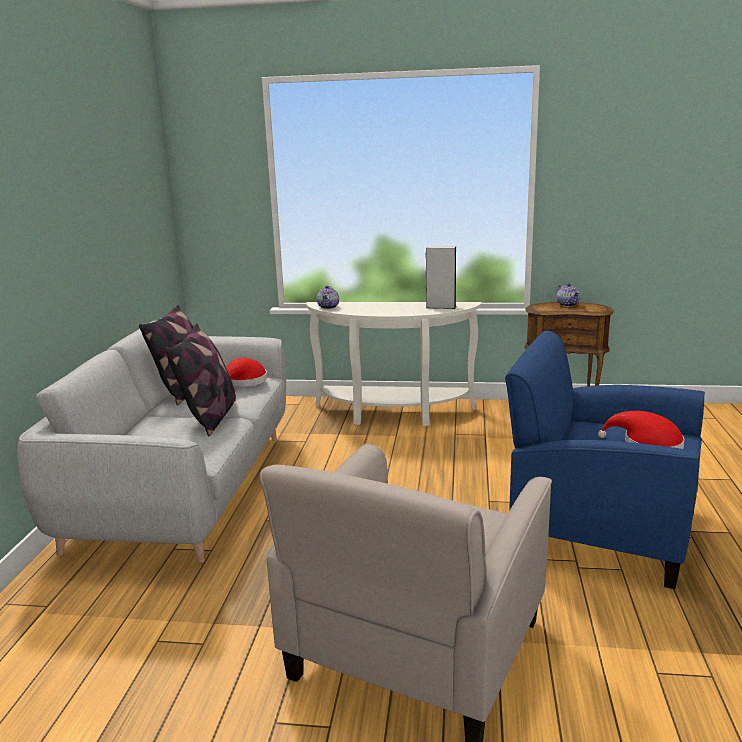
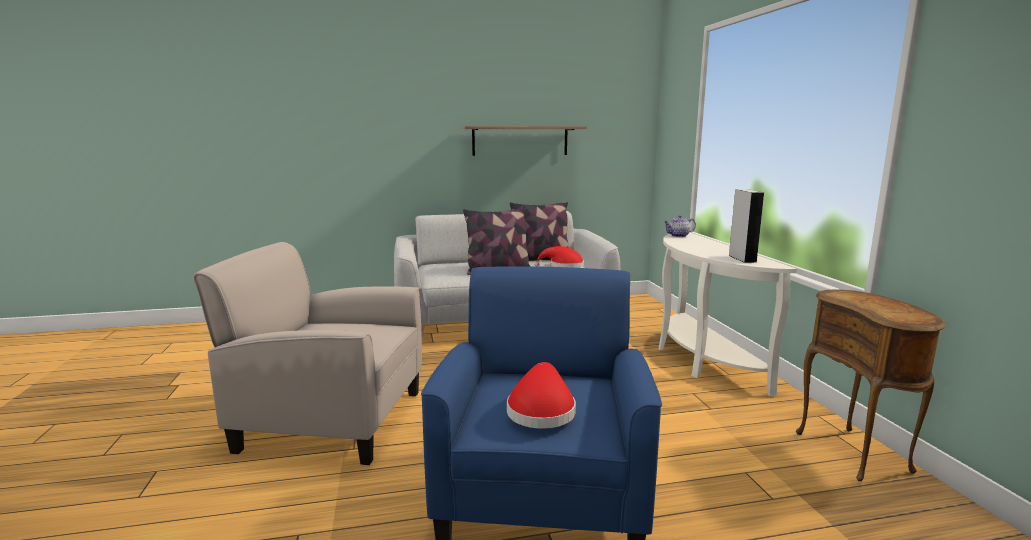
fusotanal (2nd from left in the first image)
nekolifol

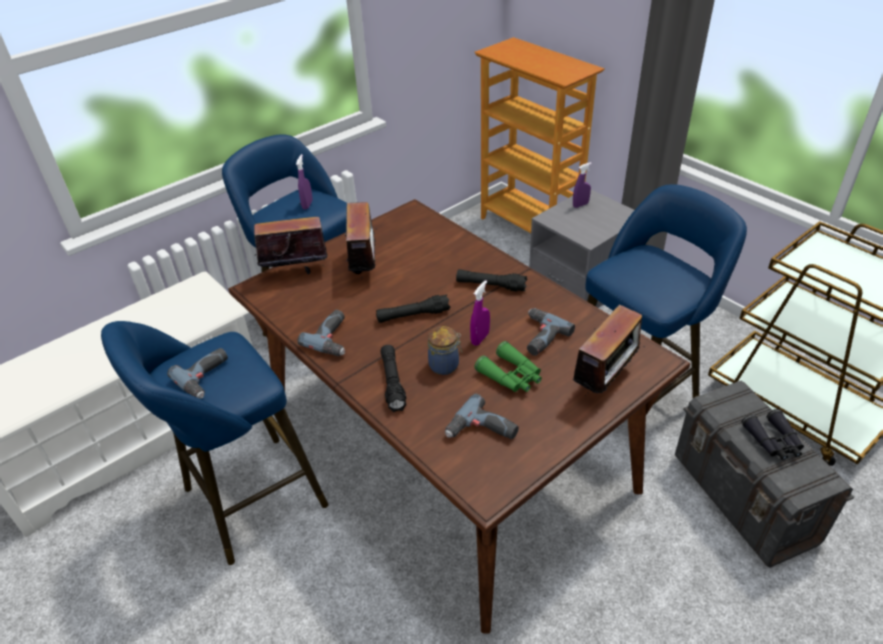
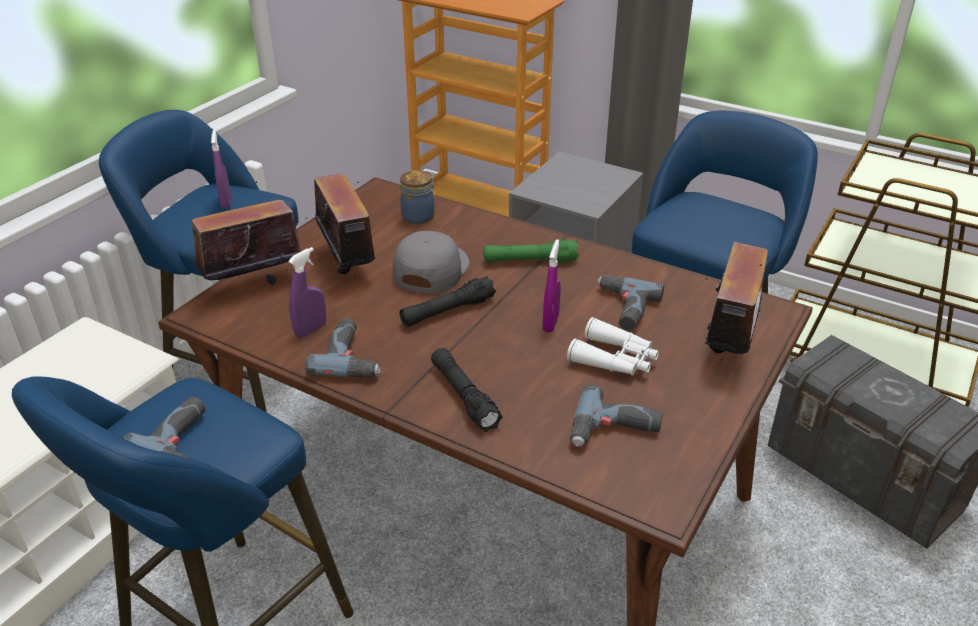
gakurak
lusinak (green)
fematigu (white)
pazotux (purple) (2nd from left)
fematigu (black)
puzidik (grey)

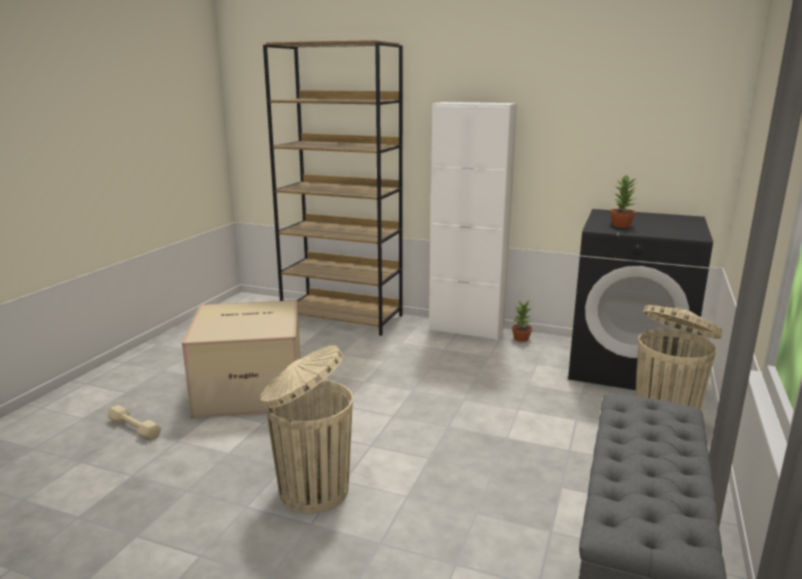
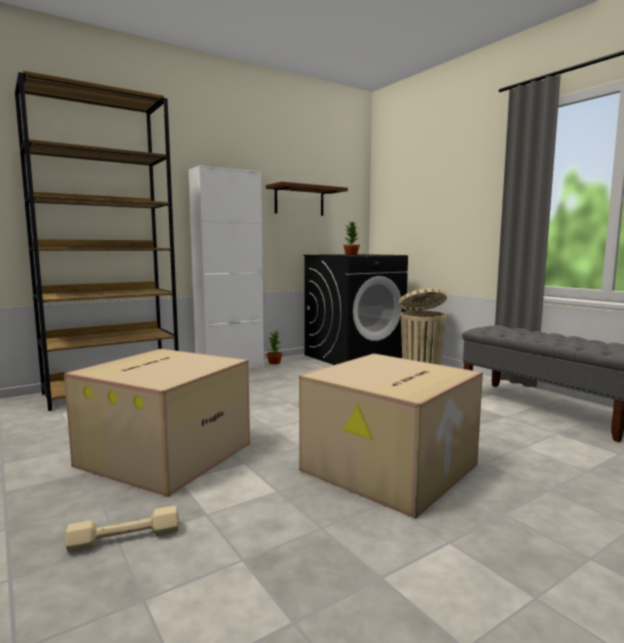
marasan (2nd from left)
nekolifol (brown)

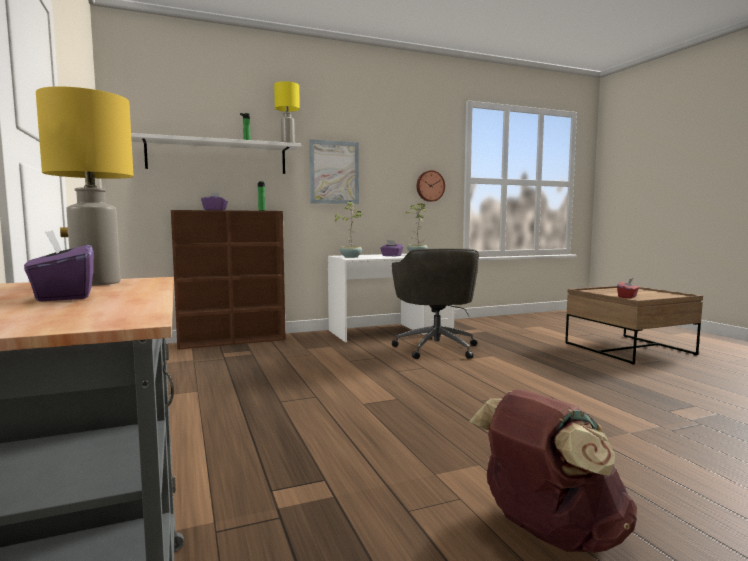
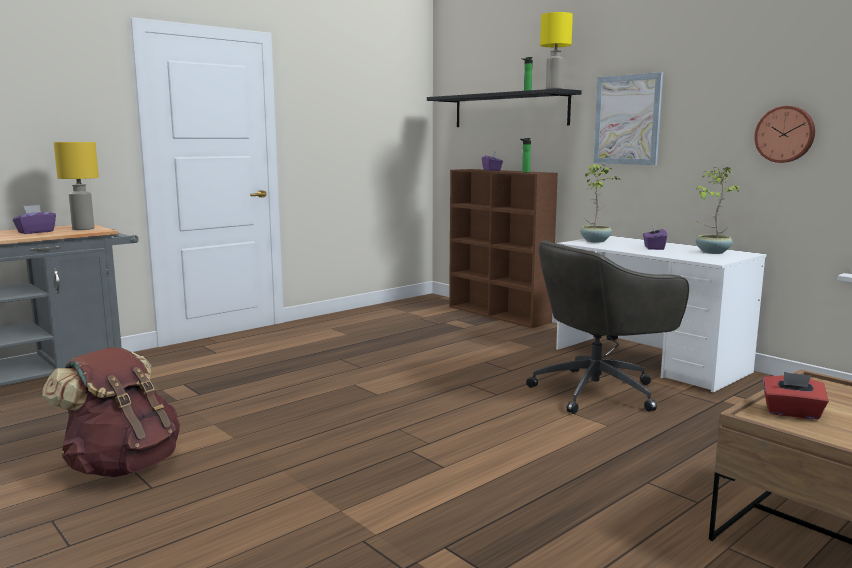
nekolifol (black)

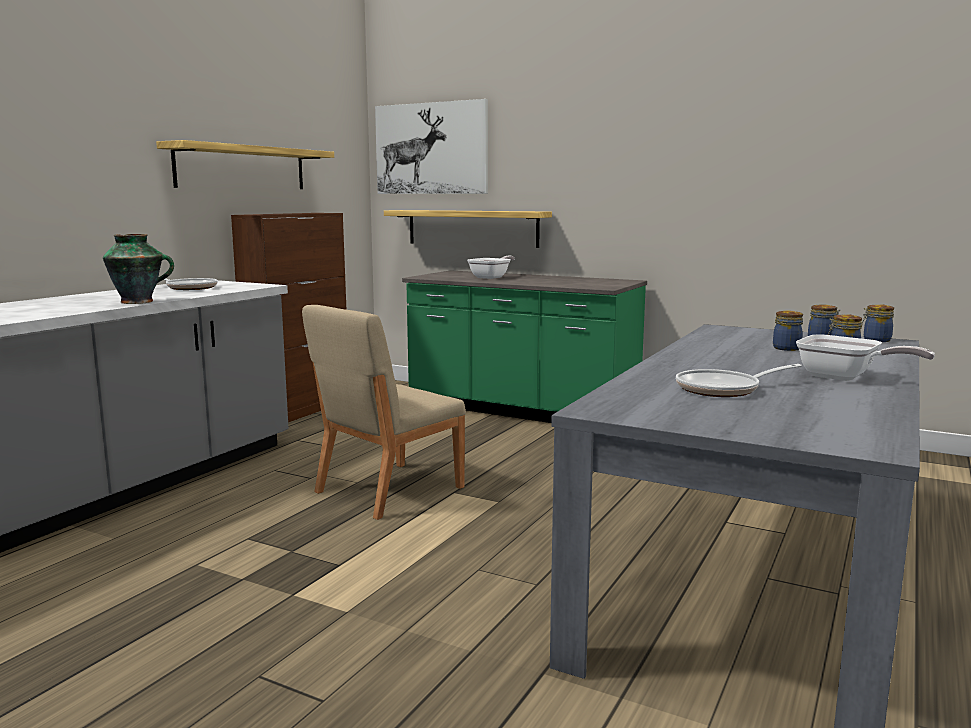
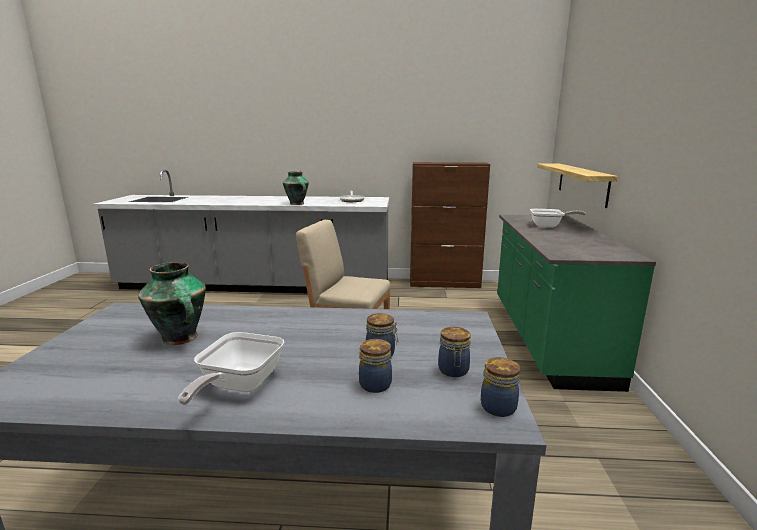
nekolifol (1st from left in the first image)
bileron
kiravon (1st from left)

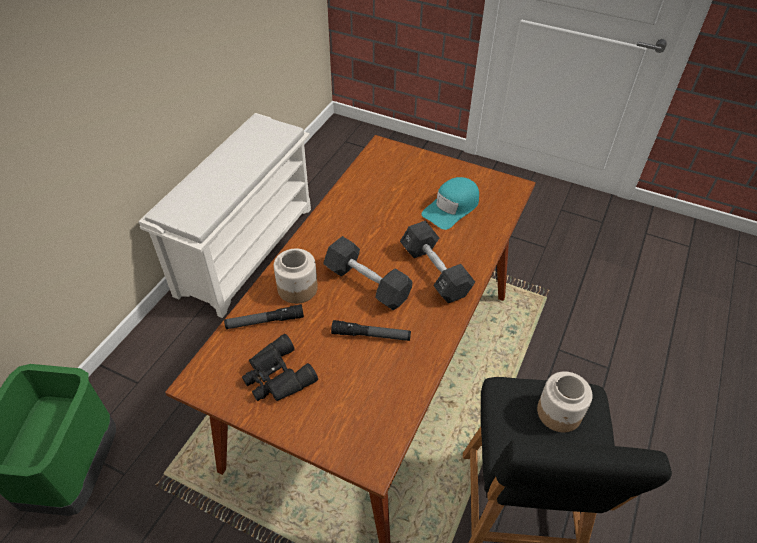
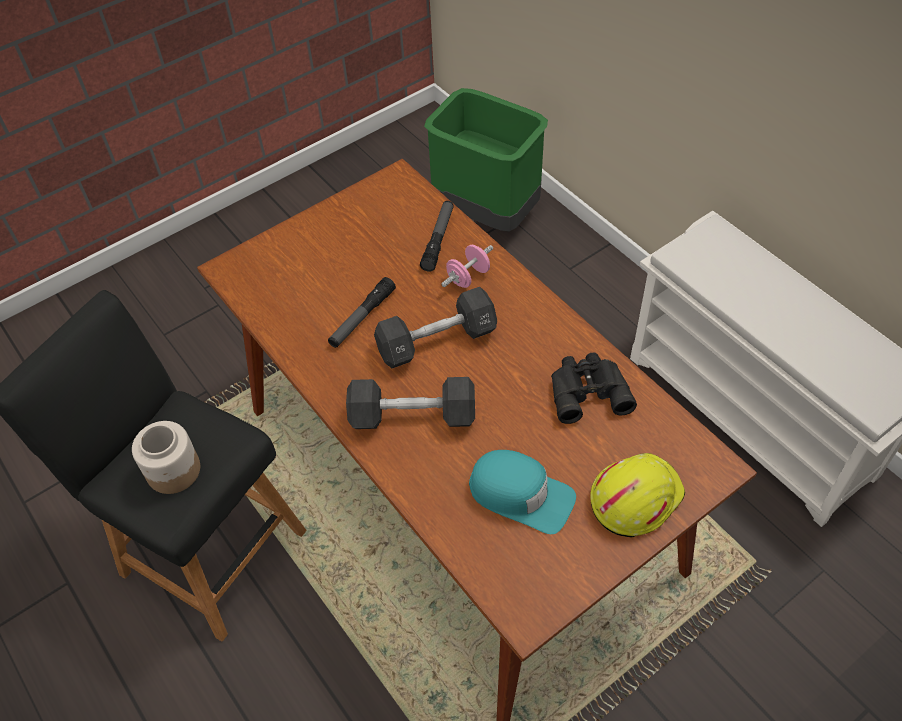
fematigu (black)
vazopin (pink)
puzidik (turquoise)
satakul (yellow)

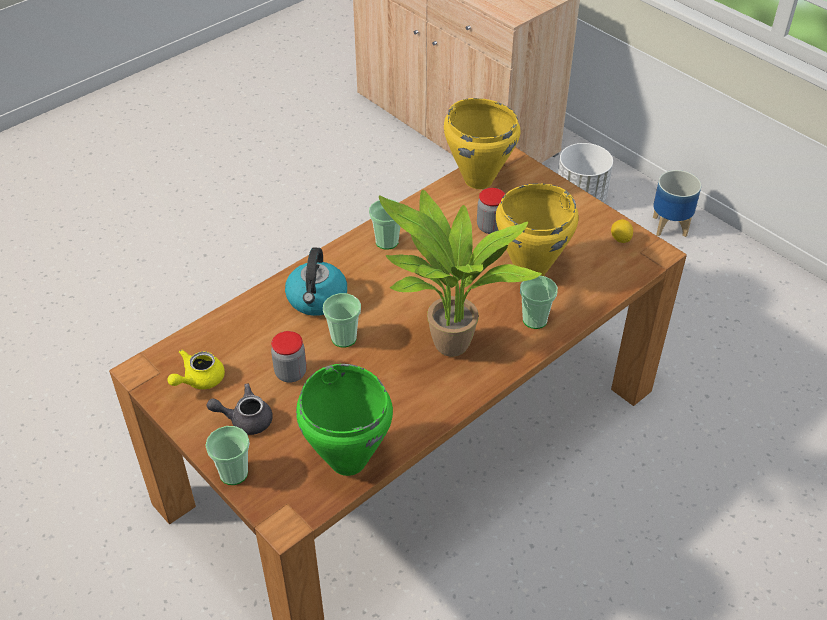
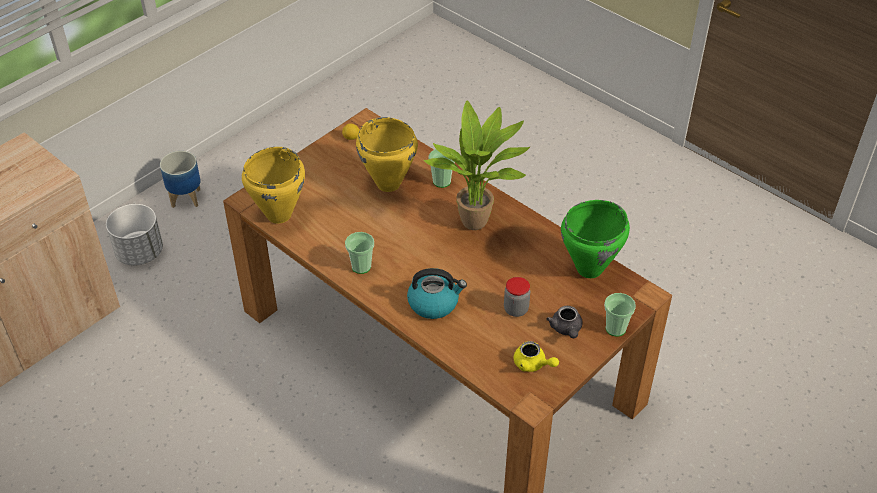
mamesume (2nd from left in the first image)
gakurak (2nd from left in the first image)

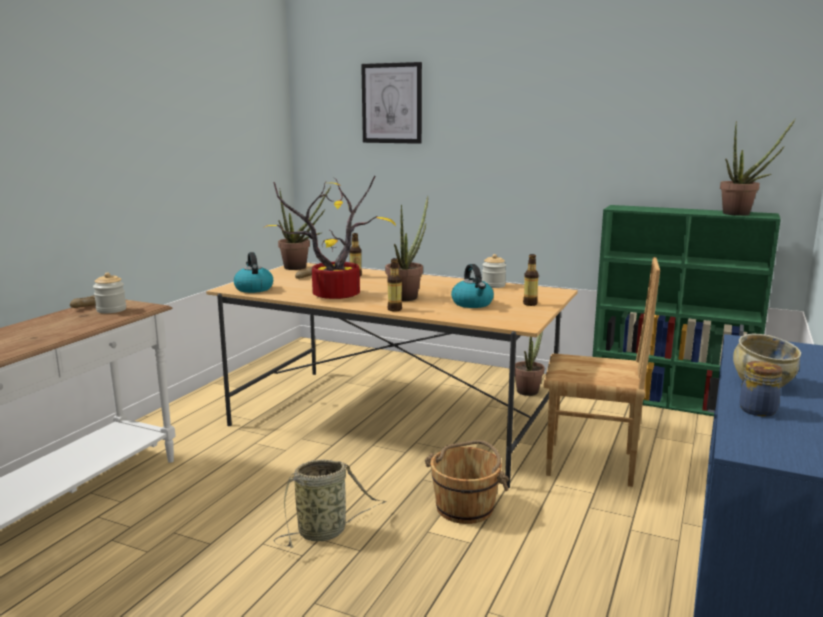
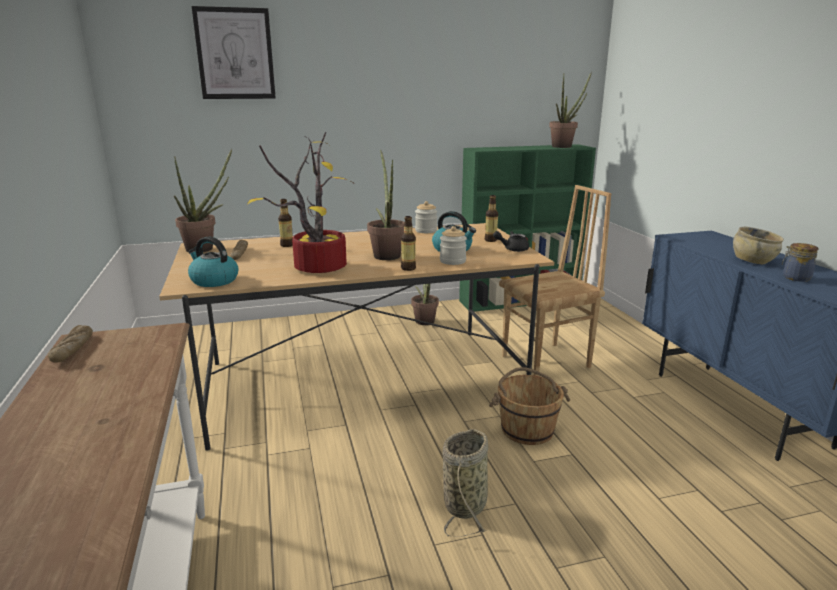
gakurak (2nd from left)
fusotanal (black)

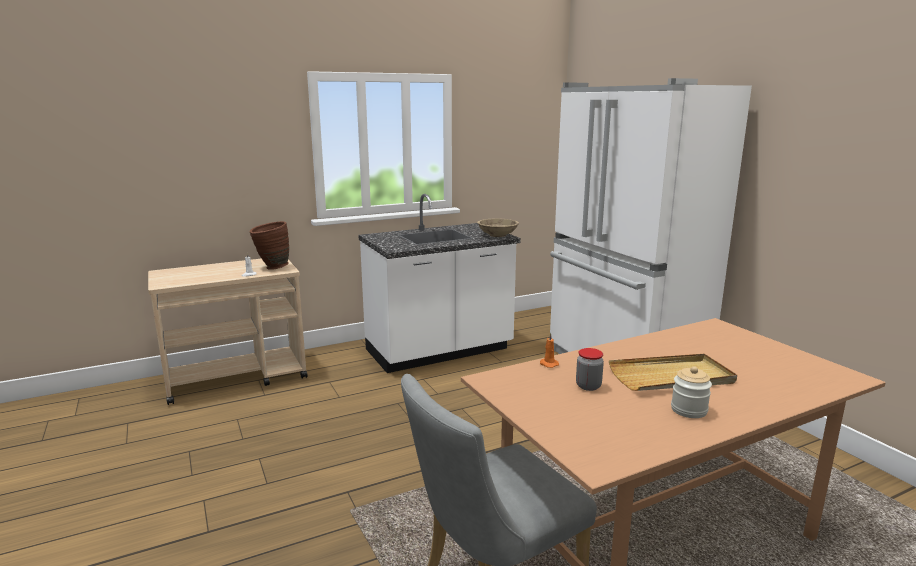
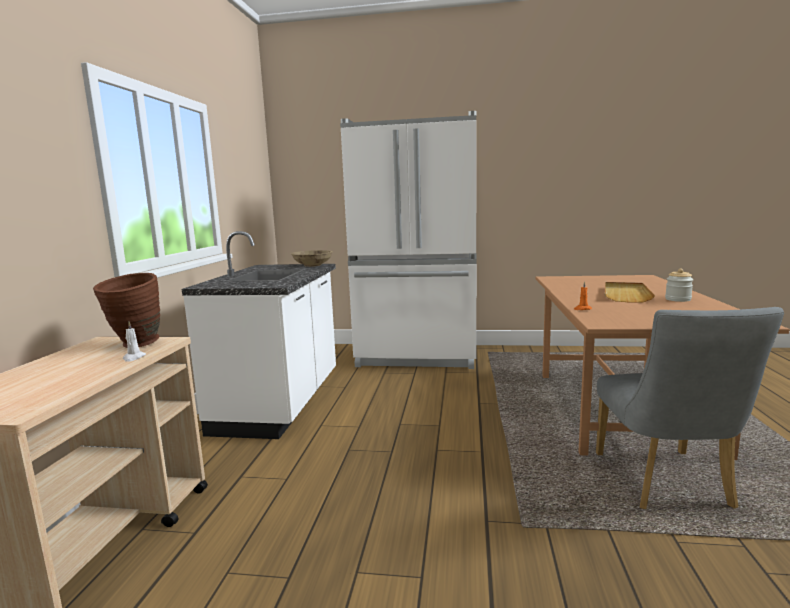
gakurak (1st from left in the first image)

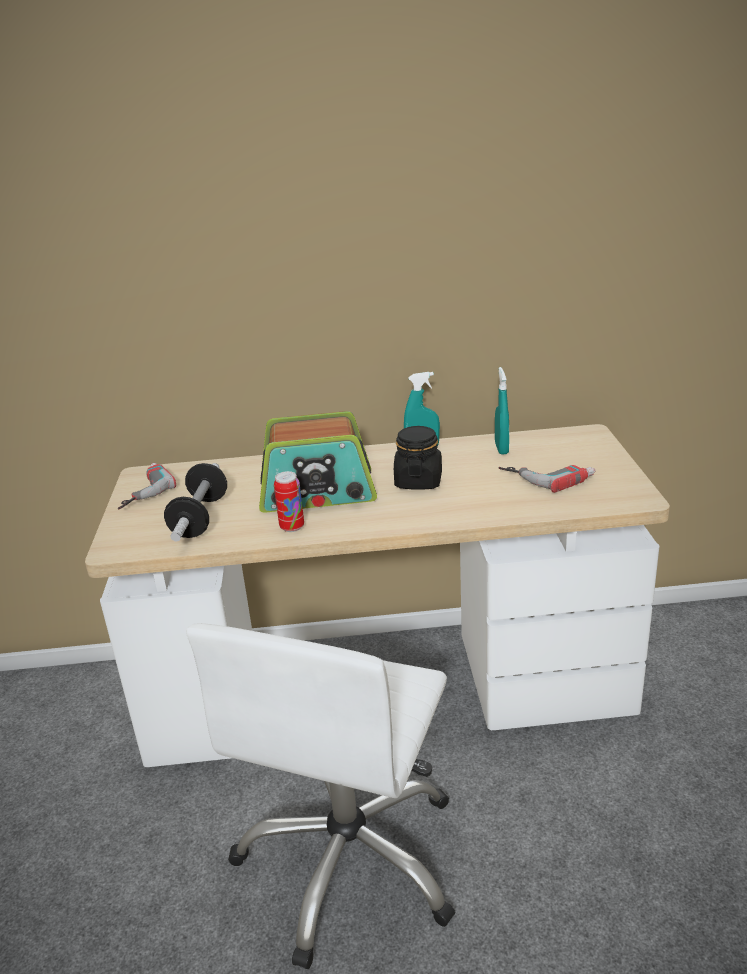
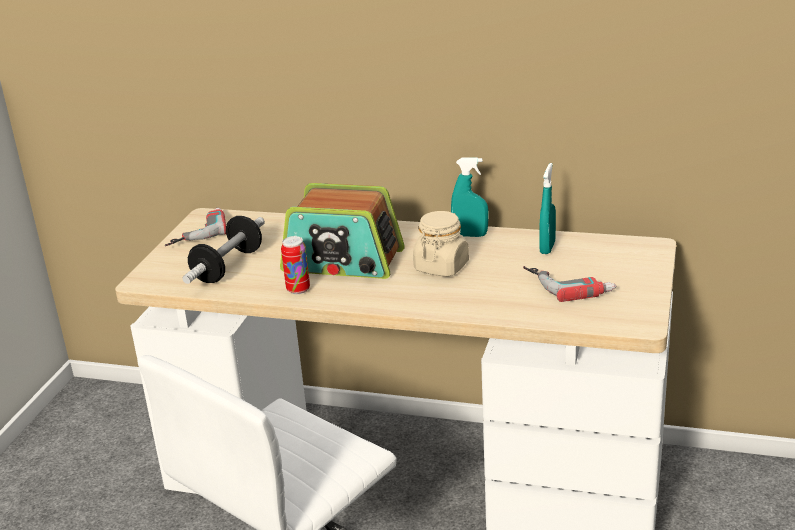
gakurak (beige)

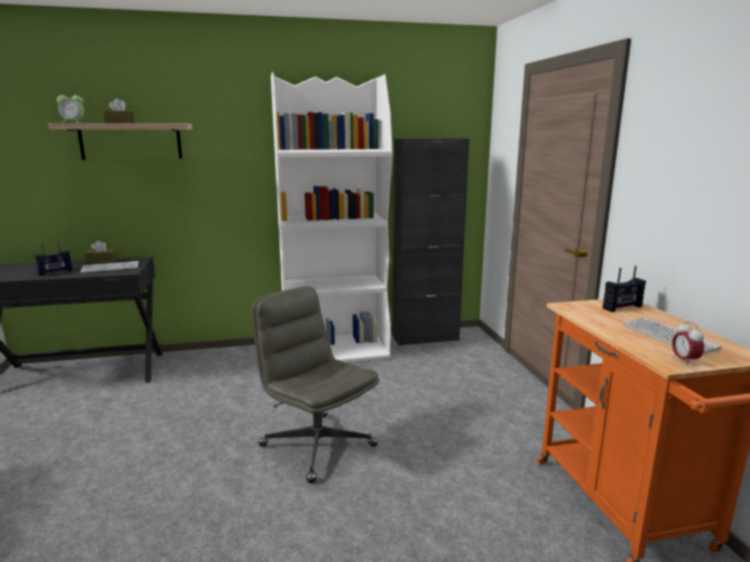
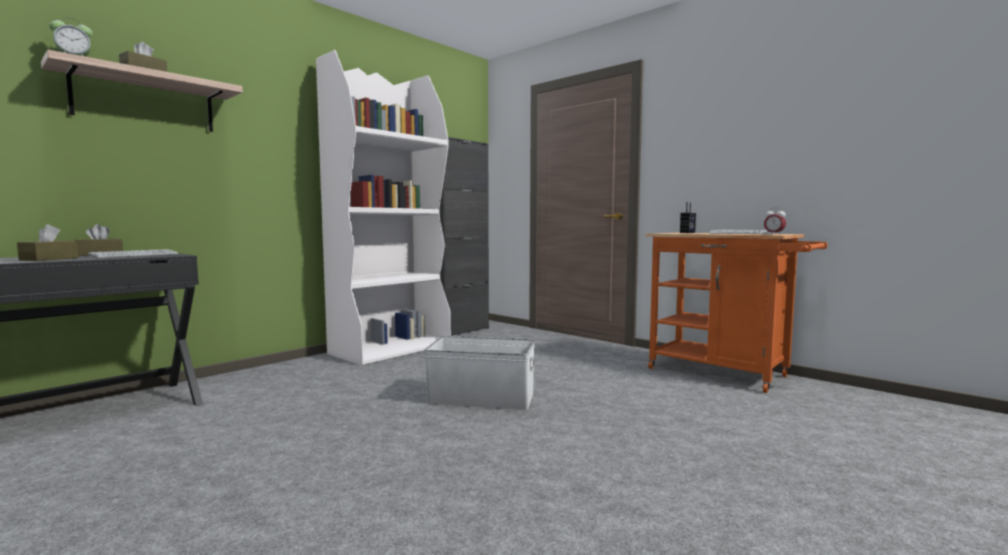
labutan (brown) (1st from left)
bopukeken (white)

